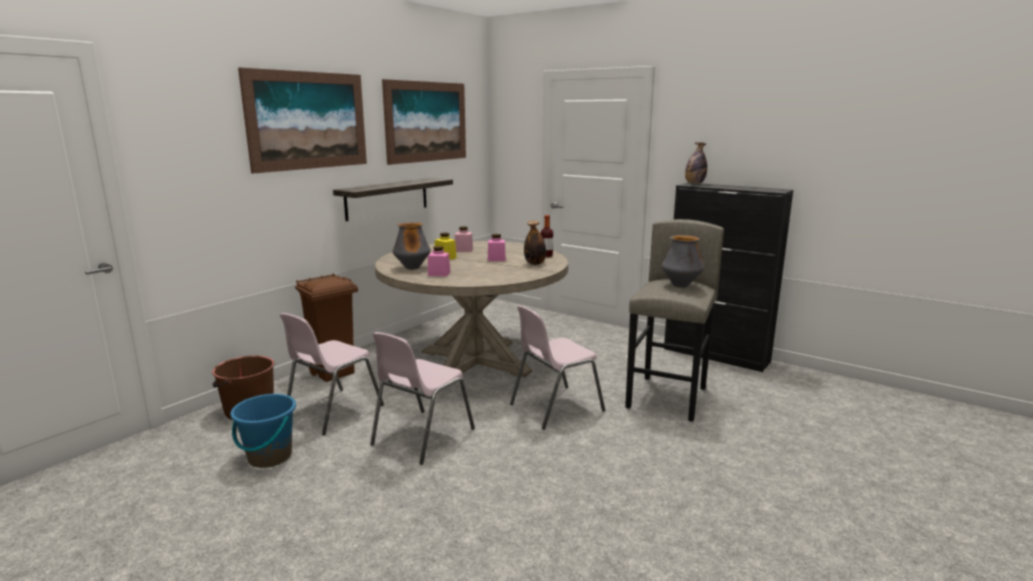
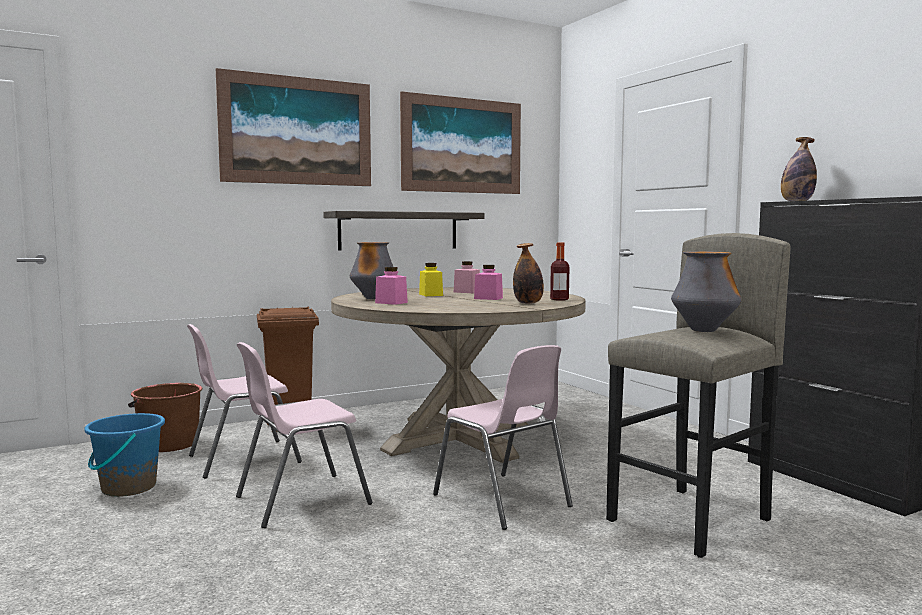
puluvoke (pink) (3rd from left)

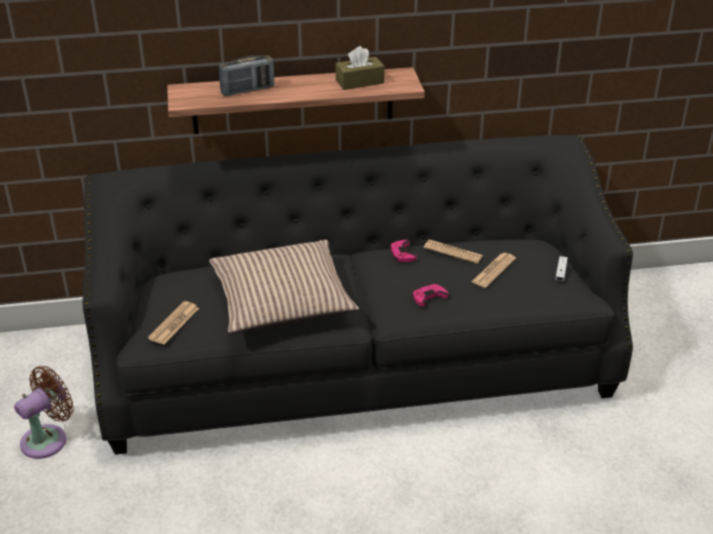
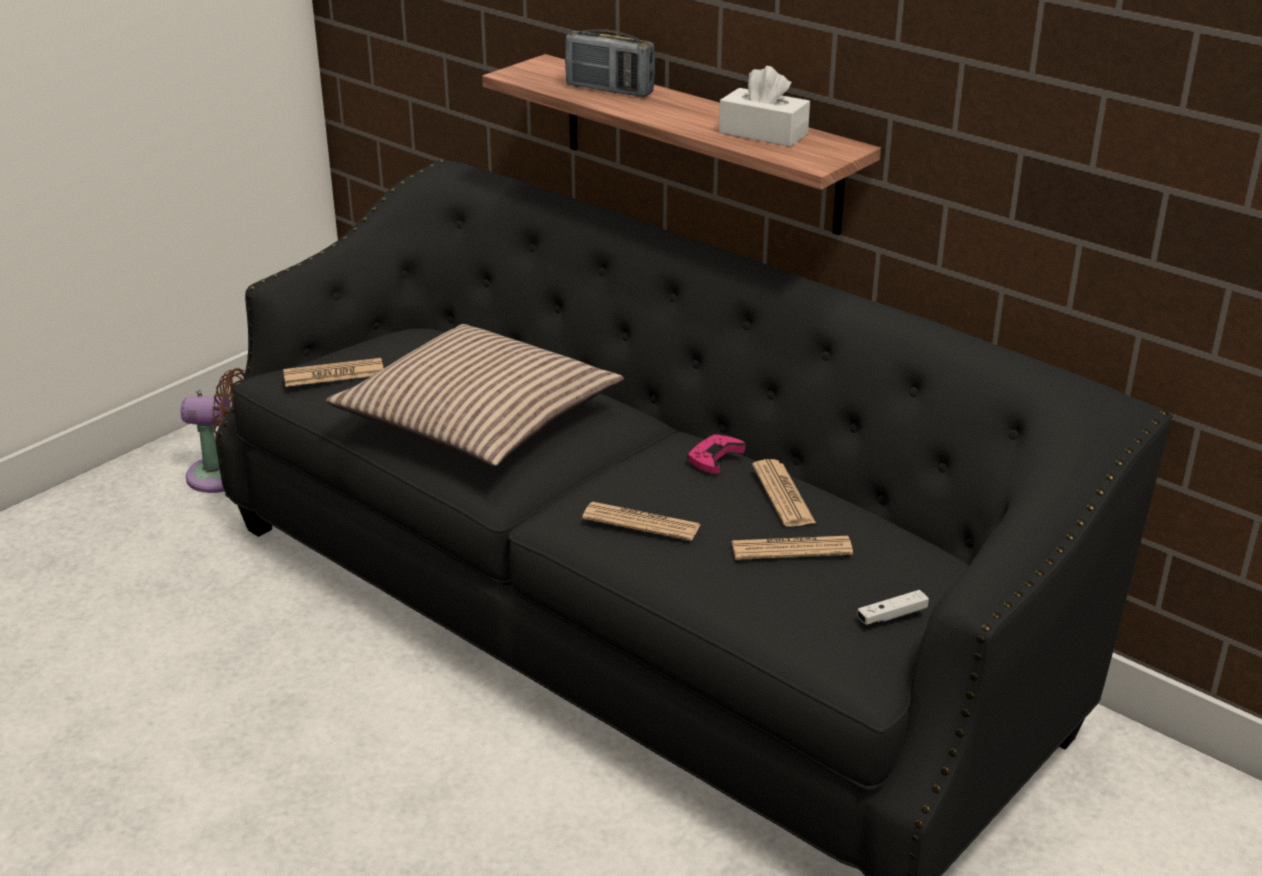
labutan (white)
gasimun (2nd from left)

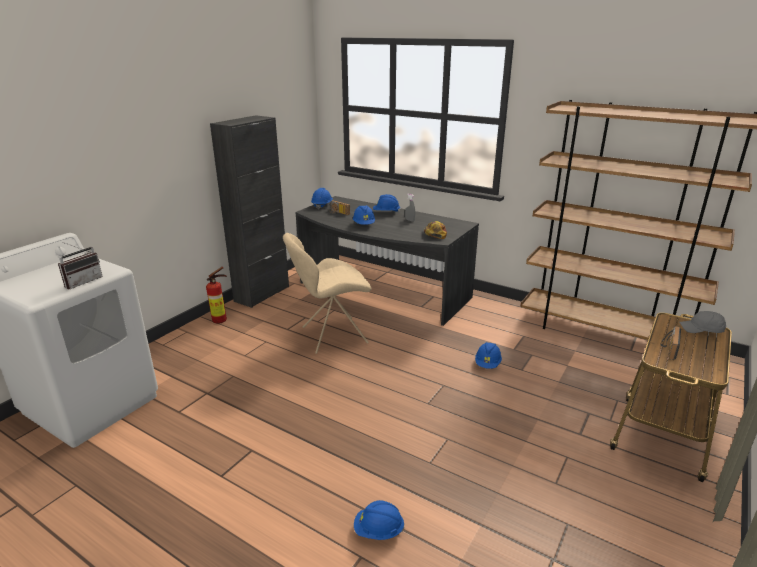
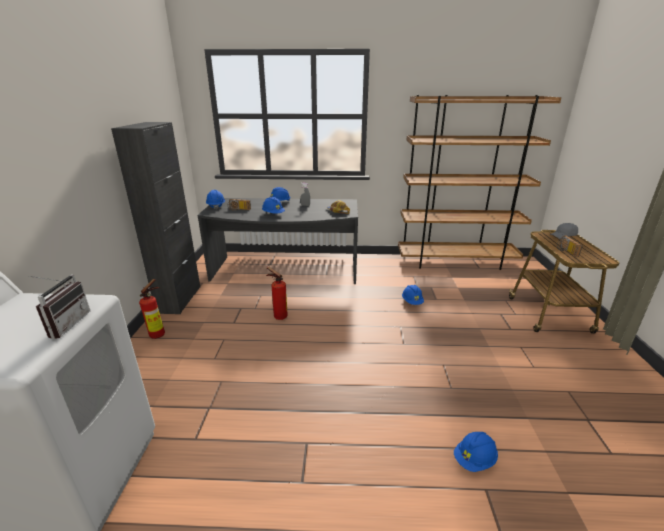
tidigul (2nd from left)

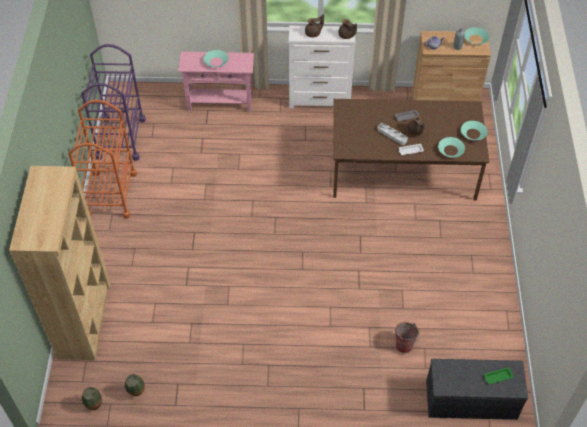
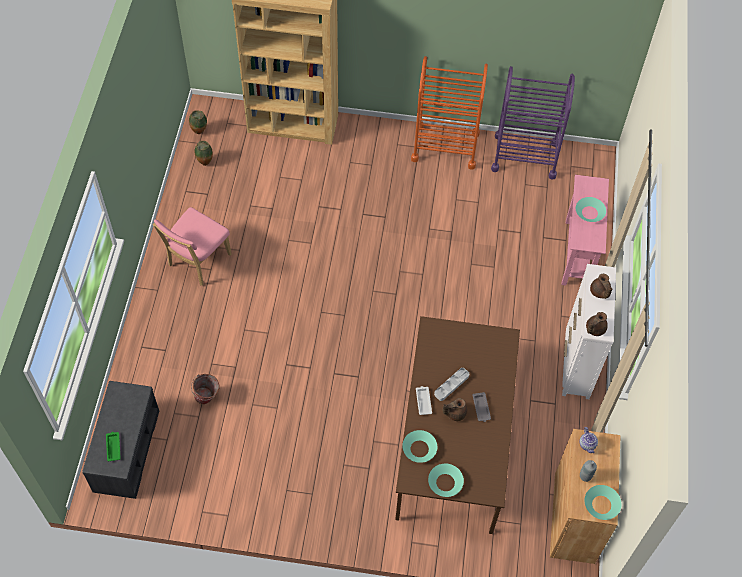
puluvoke (pink)

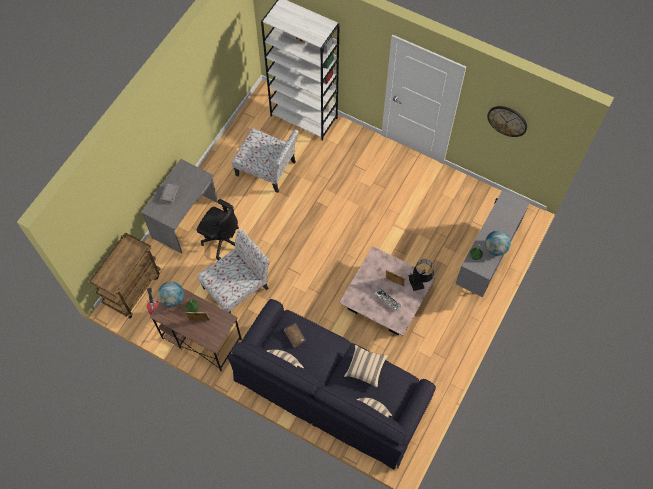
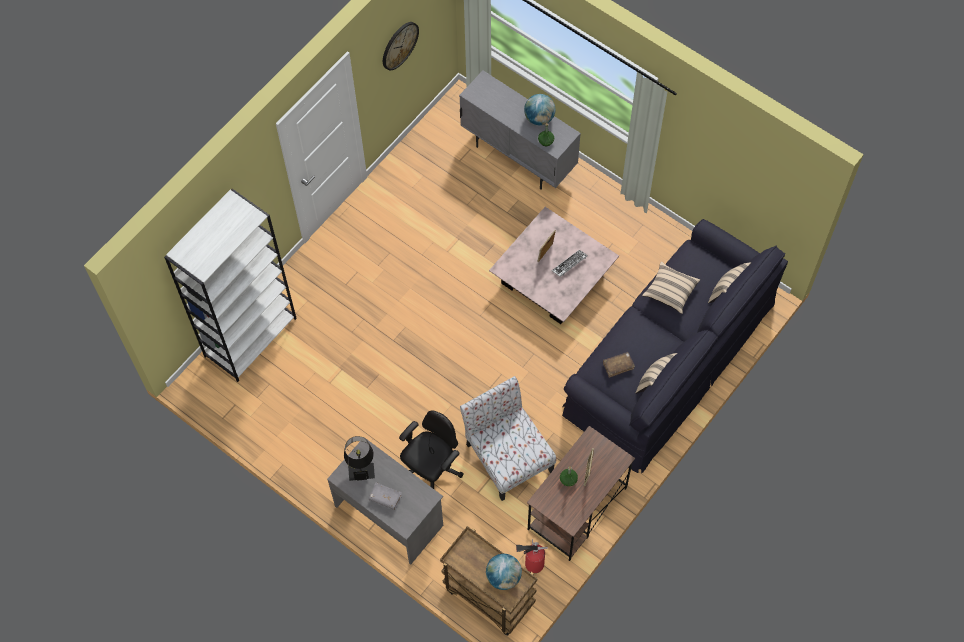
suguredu (1st from left)
puluvoke (2nd from left in the first image)
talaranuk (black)

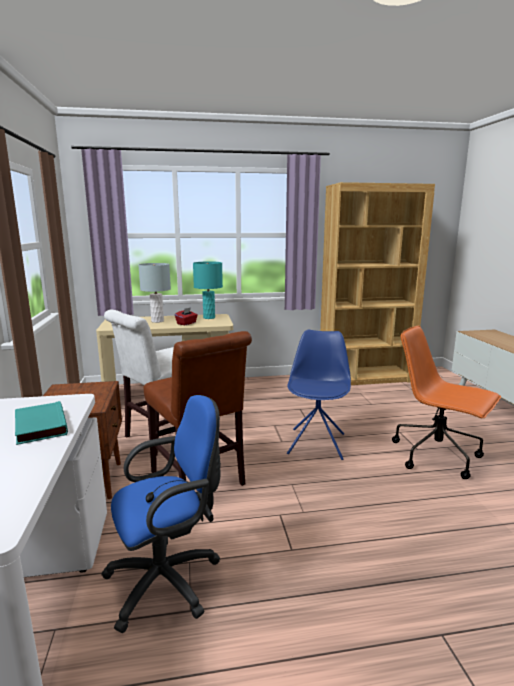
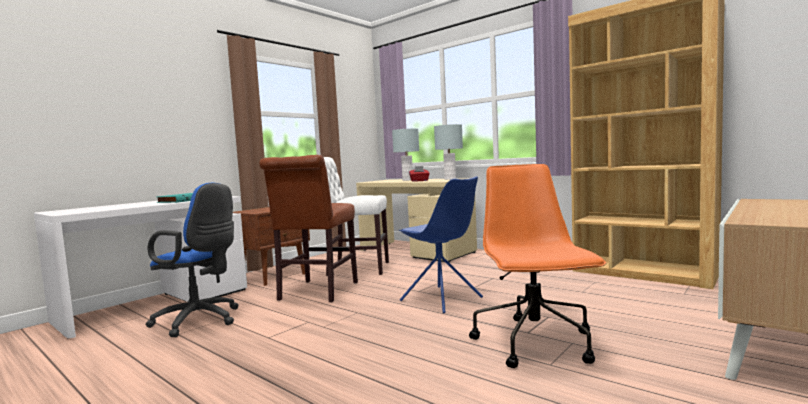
talaranuk (grey) (2nd from left)
puluvoke (blue)

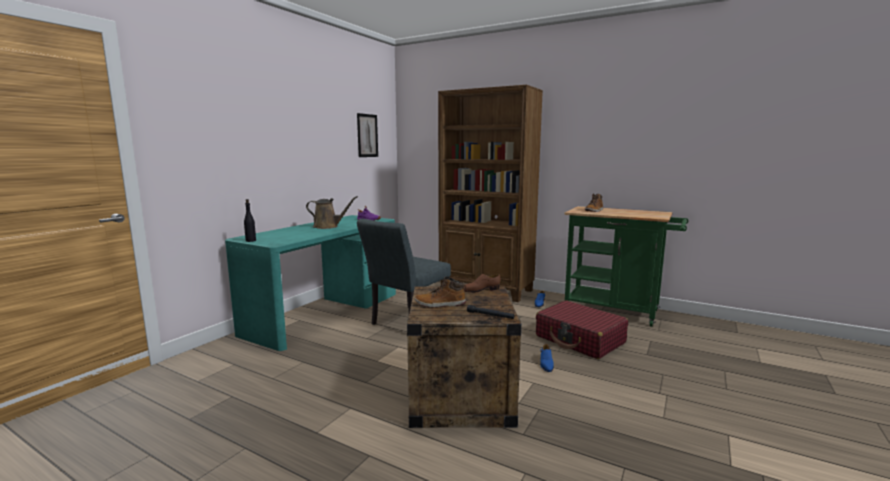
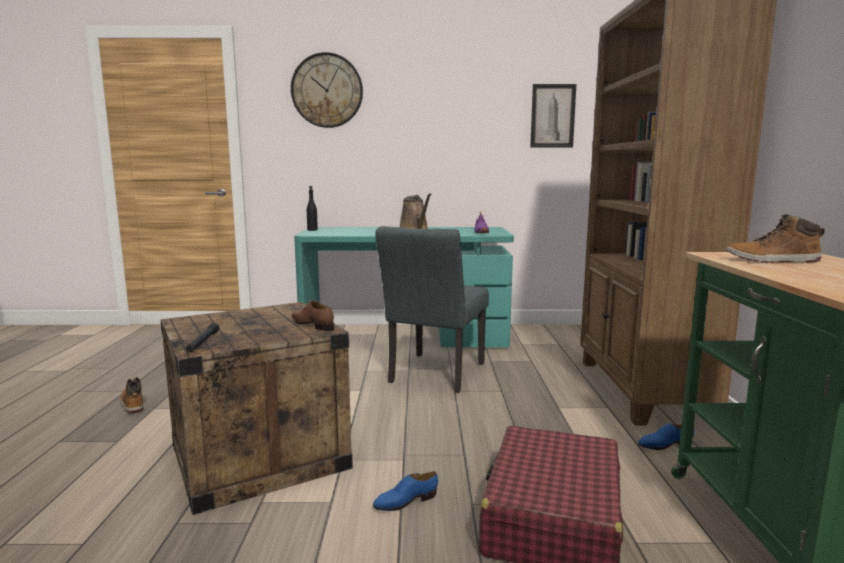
puluvoke (grey)
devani (1st from left)
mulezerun

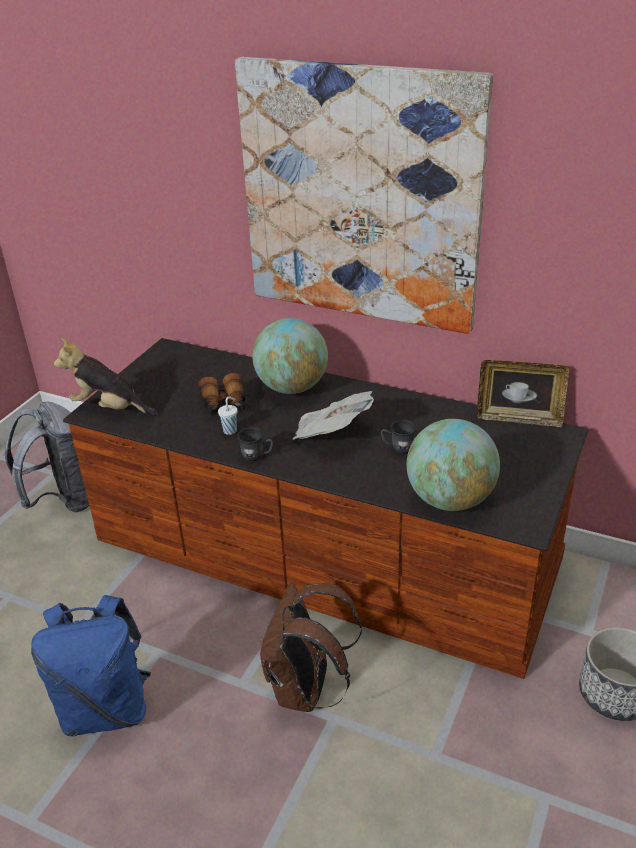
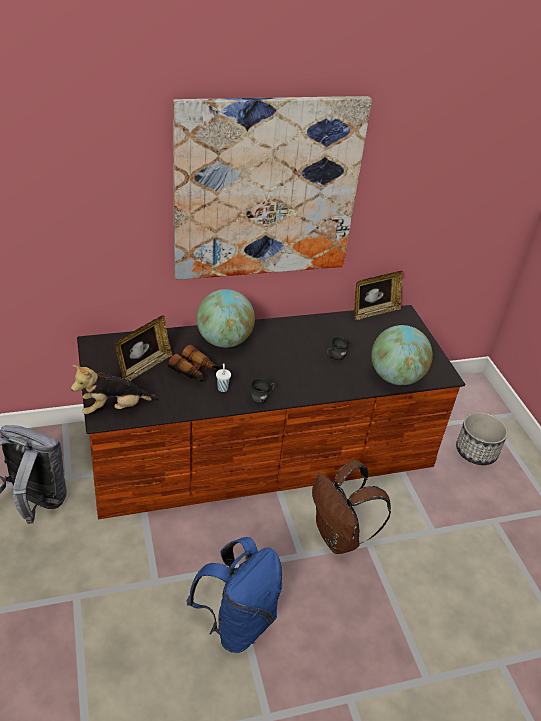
gasimun
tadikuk (1st from left)

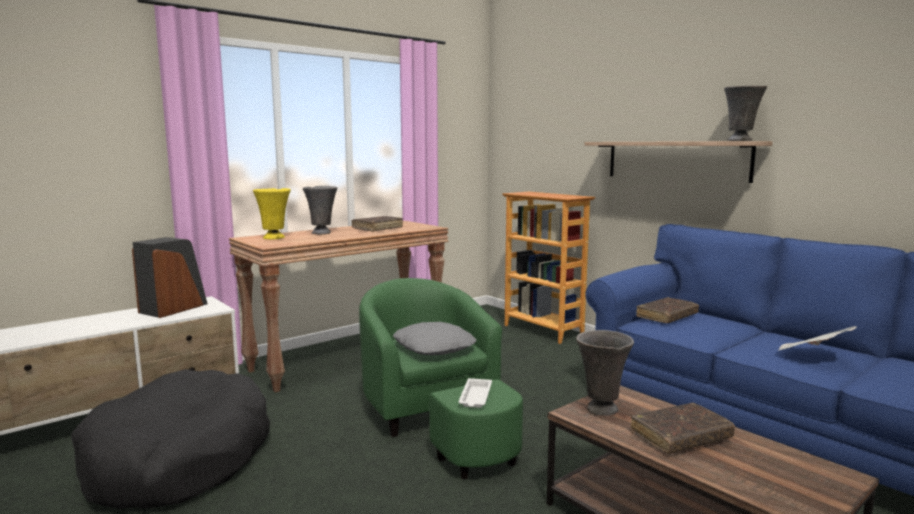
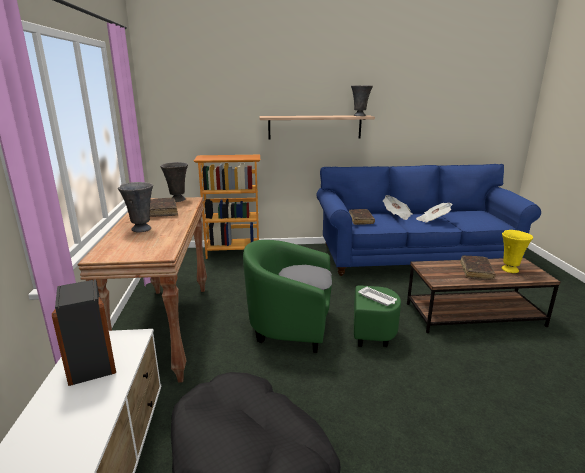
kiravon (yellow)
kiravon (grey) (2nd from left)
gasimun (1st from left)

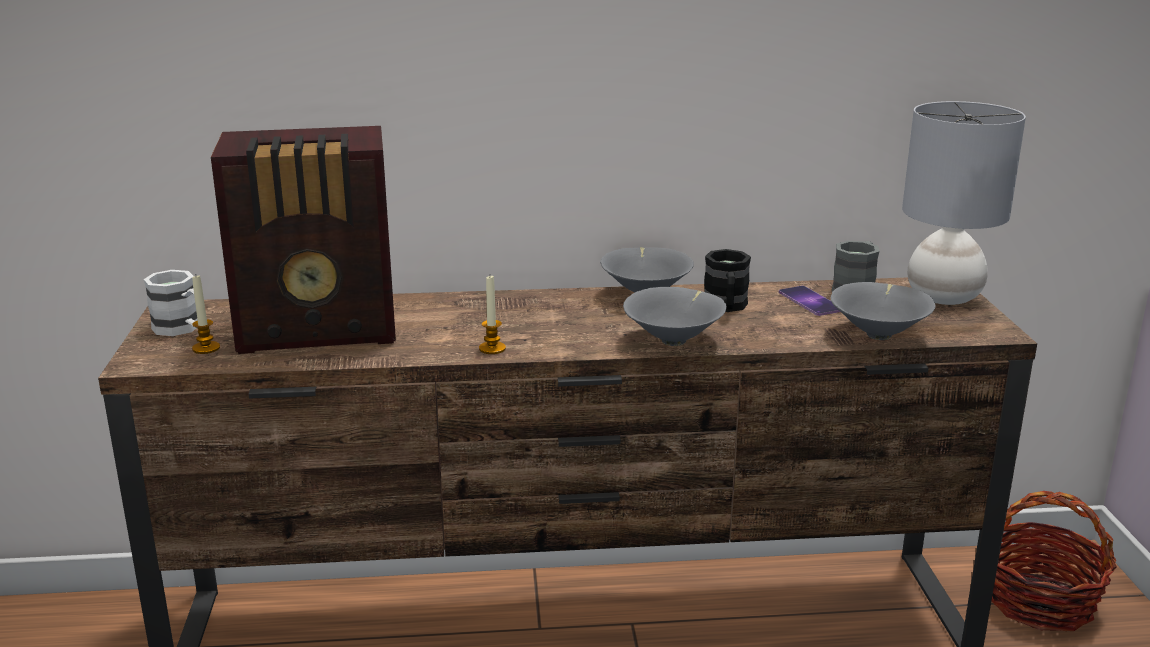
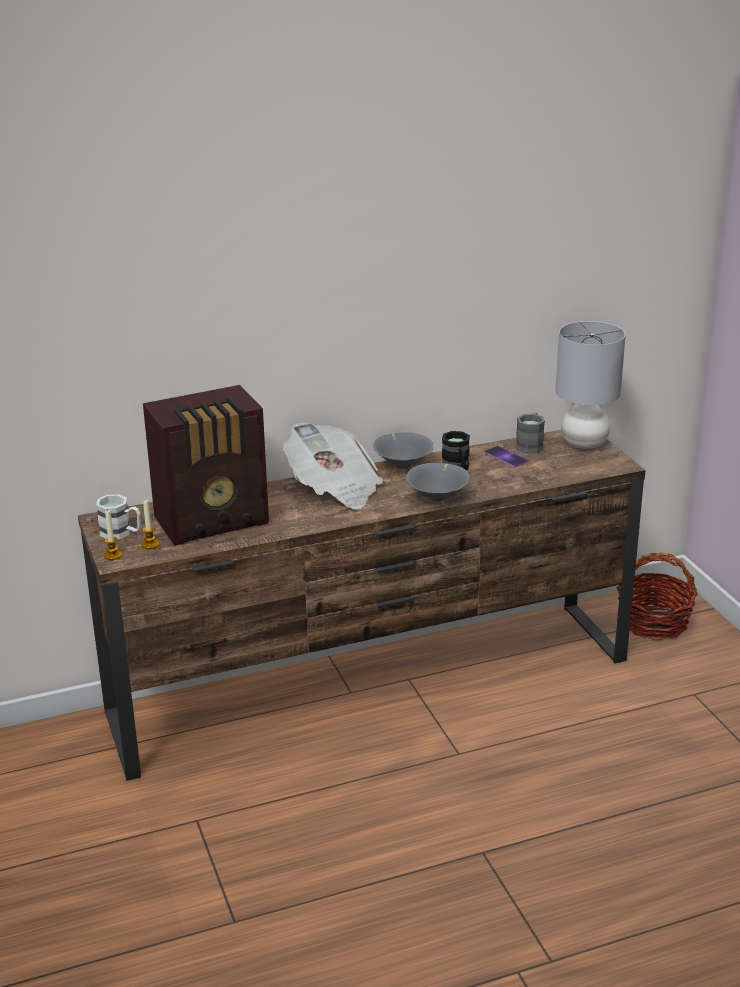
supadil (1st from left)
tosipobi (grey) (3rd from left in the first image)
gasimun

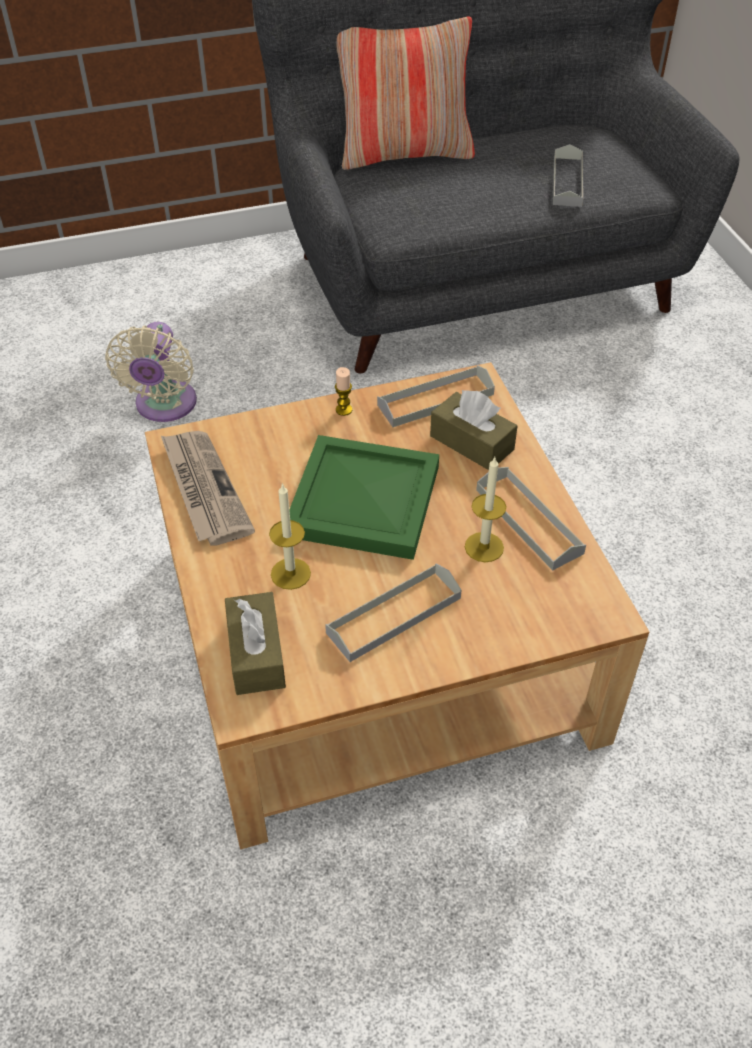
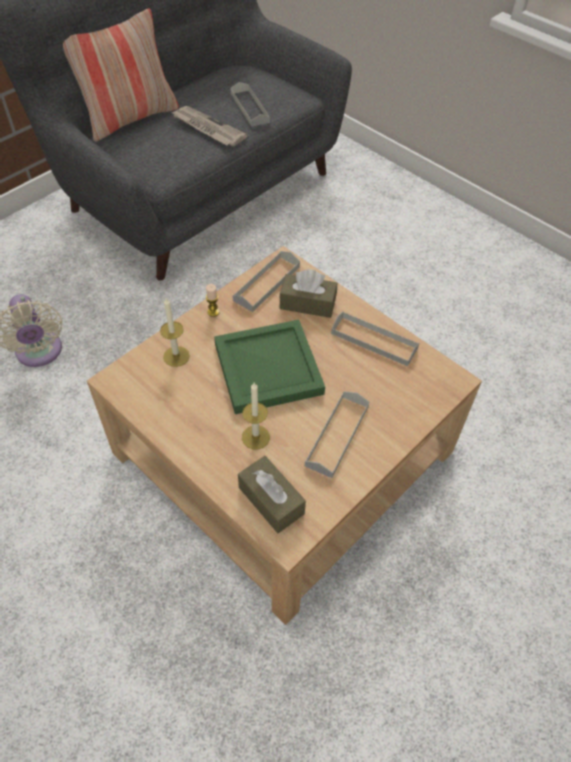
gasimun
supadil (1st from left)

